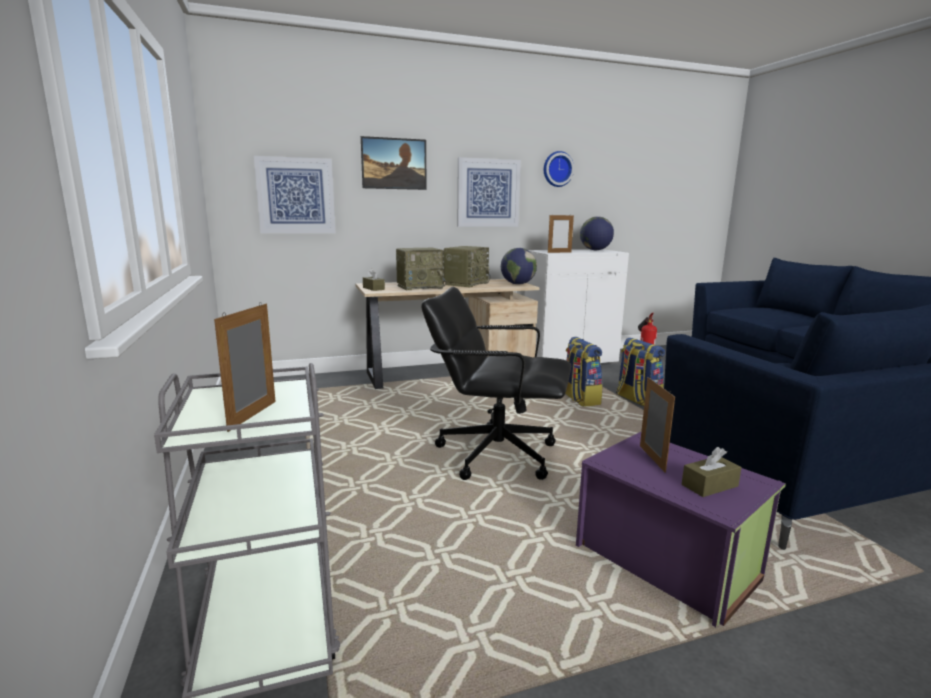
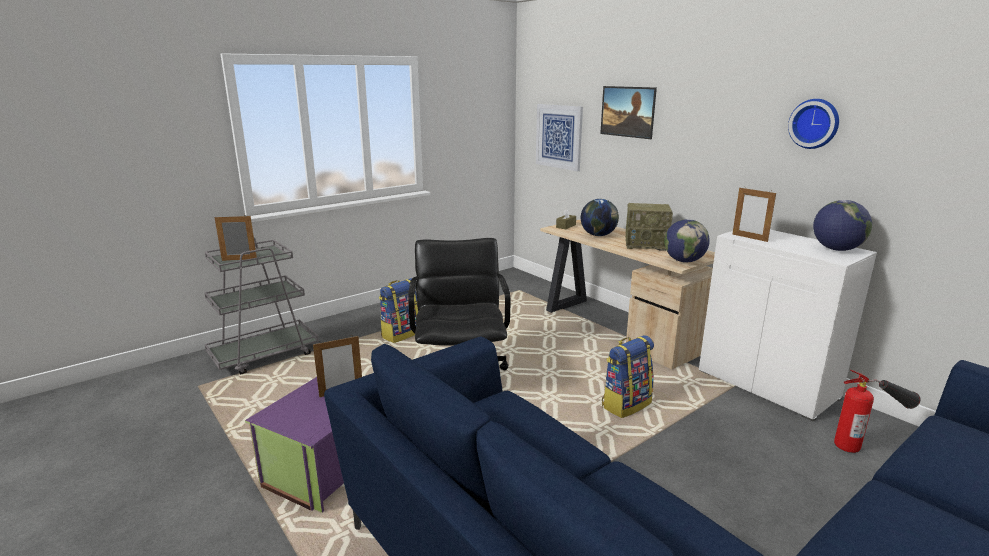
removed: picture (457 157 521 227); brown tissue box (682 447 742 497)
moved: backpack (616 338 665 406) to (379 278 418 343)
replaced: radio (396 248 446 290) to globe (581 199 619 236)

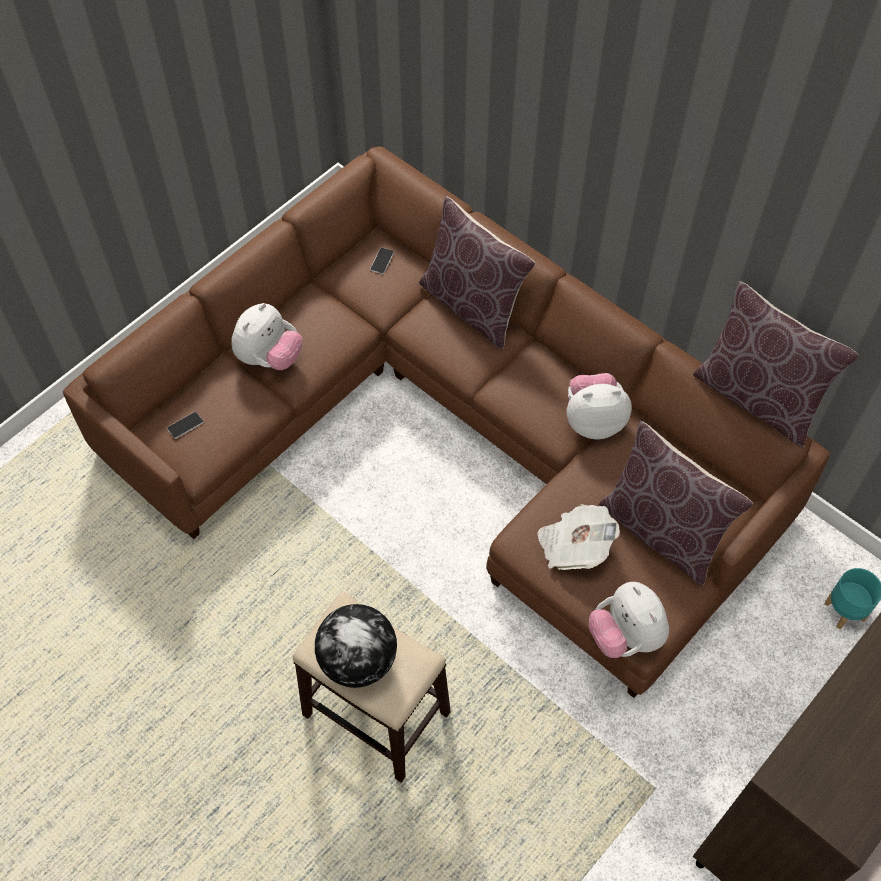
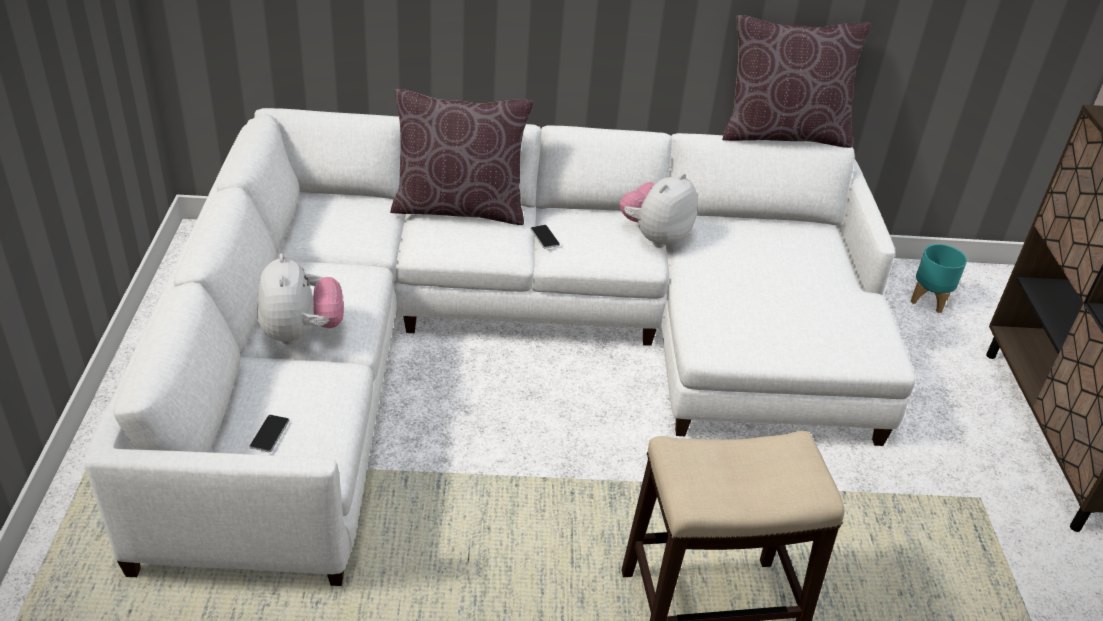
removed: globe (315 604 397 688); newspaper (537 504 620 570); plush toy (589 582 669 658); brown pillow (599 421 753 586)
moved: phone (370 248 394 274) to (531 225 560 249)
recoloured: brown sofa (63 146 830 698) to white sofa (85 108 916 586)

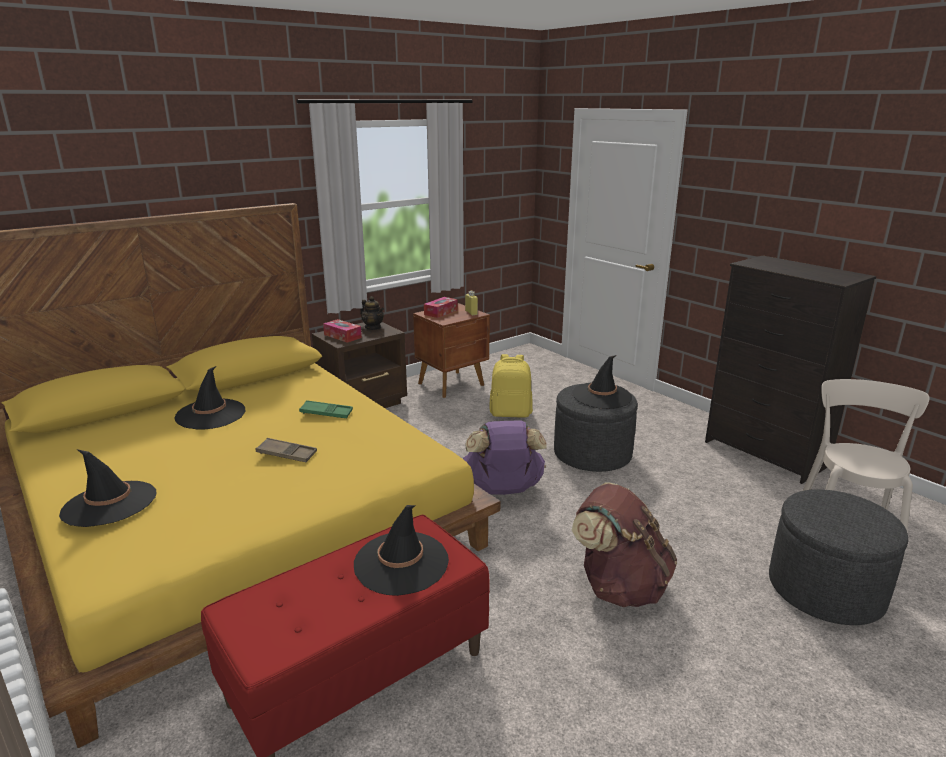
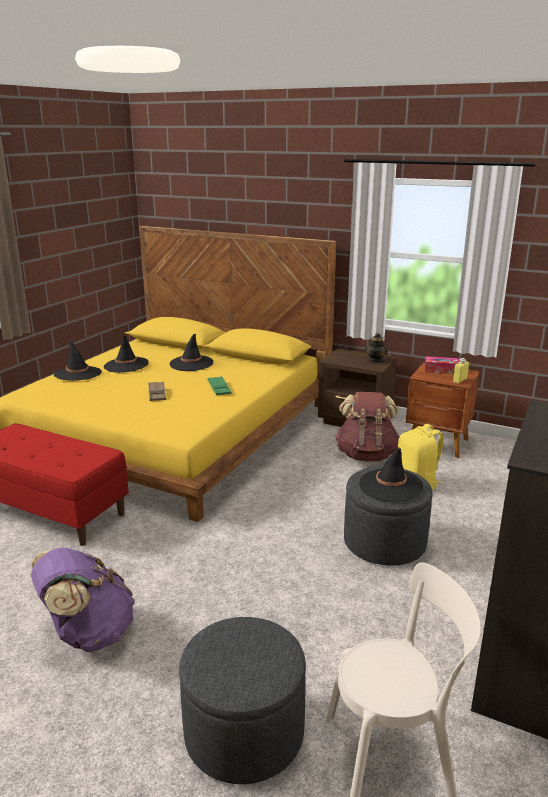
removed: tissue box (323 319 362 343)
moved: purple backpack (463 420 547 495) to (31 548 135 652); black hat (354 505 449 596) to (104 336 149 373); brown backpack (572 483 677 607) to (335 392 399 461)

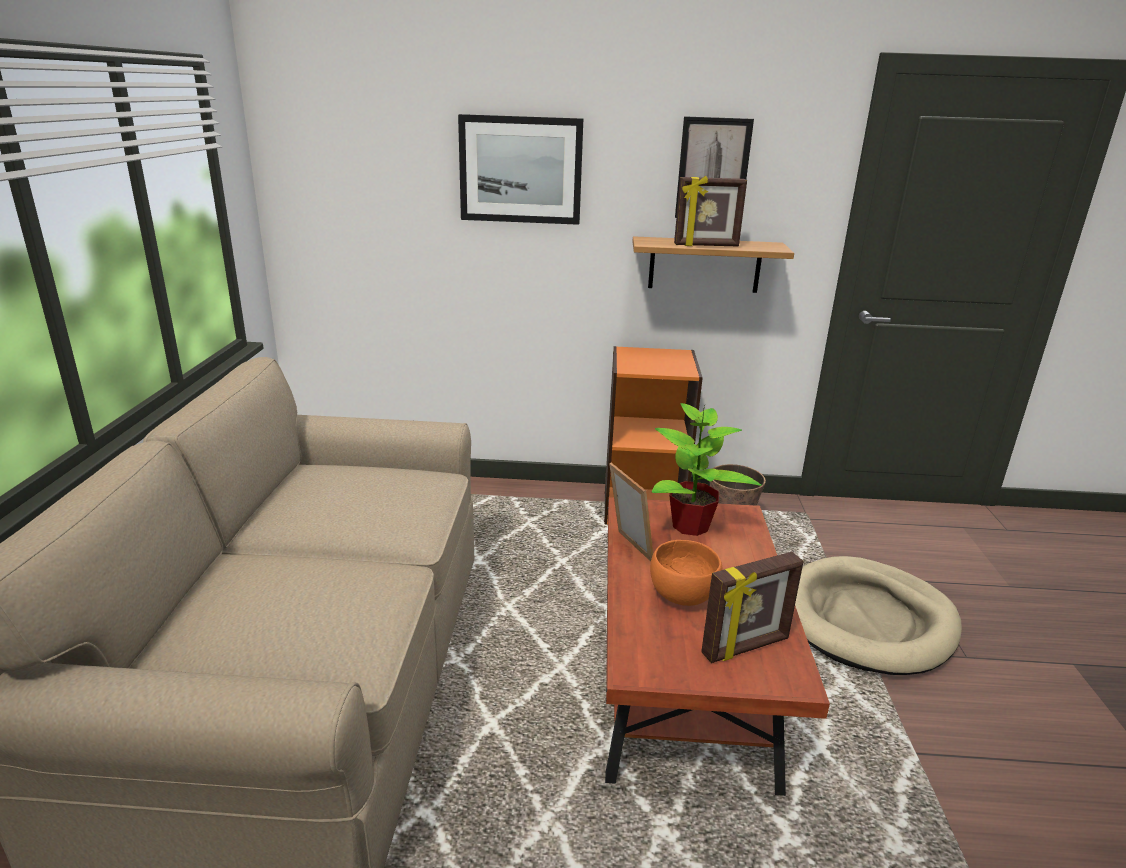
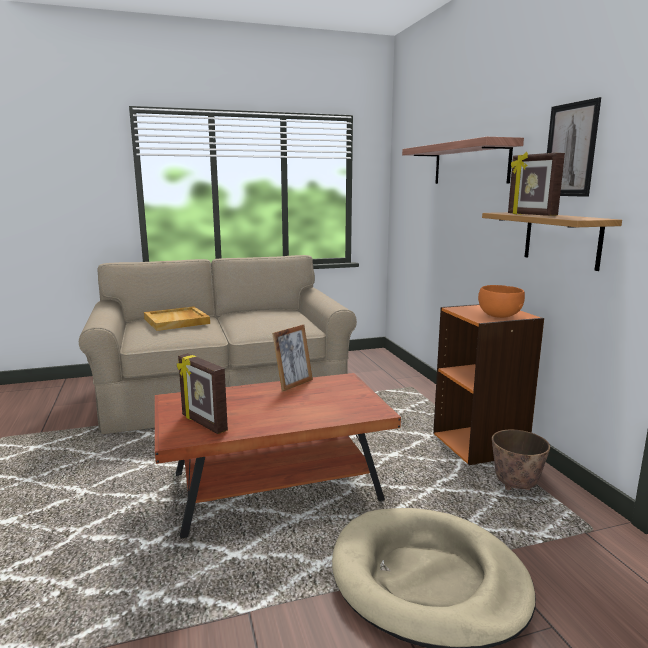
removed: potted plant (652 403 762 536)
added: beige tray (144 306 210 331)
moved: orange bowl (650 540 723 606) to (478 285 525 318)
replaced: picture (458 114 583 225) to shelf (402 137 524 184)

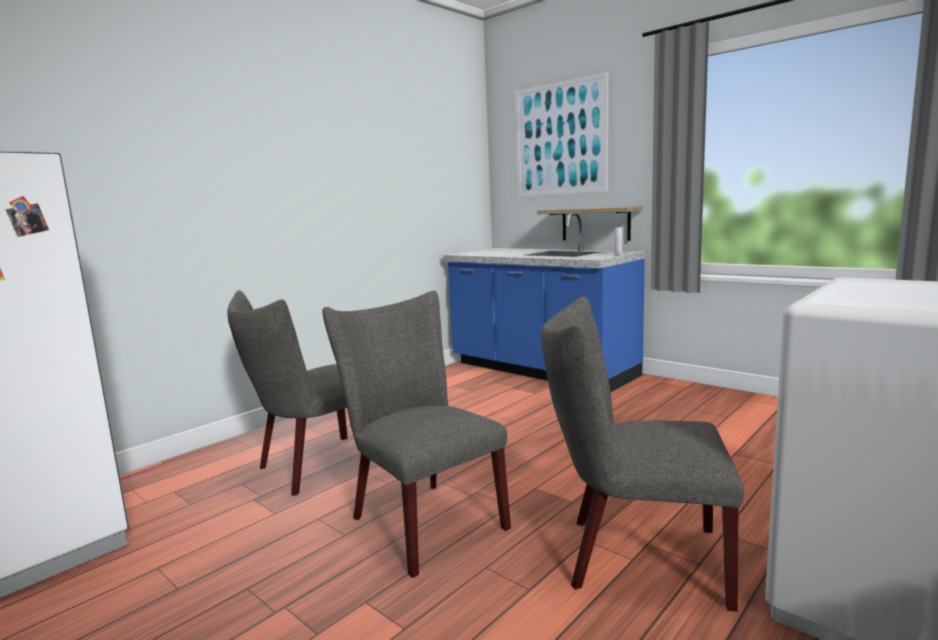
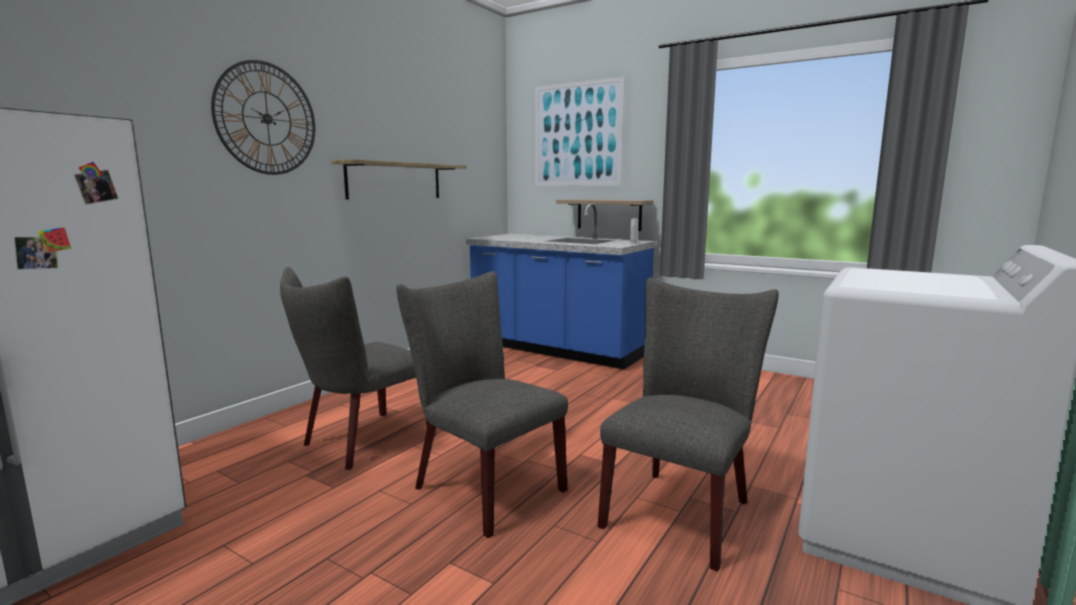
added: wall clock (211 60 315 175); shelf (331 159 467 200)
turned: grey chair (541 296 744 612) = (598 278 779 572) 120 degrees clockwise

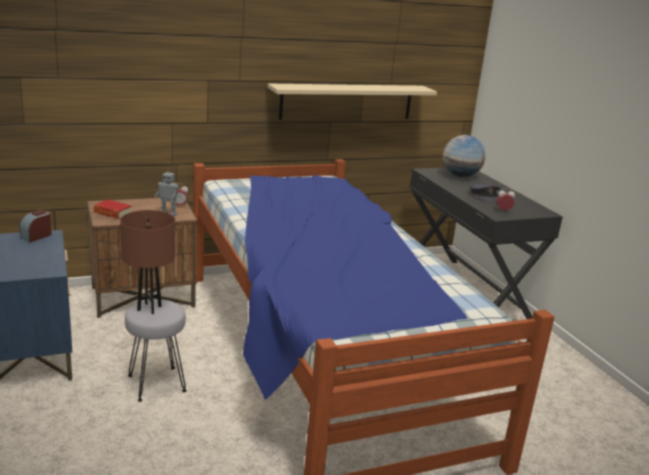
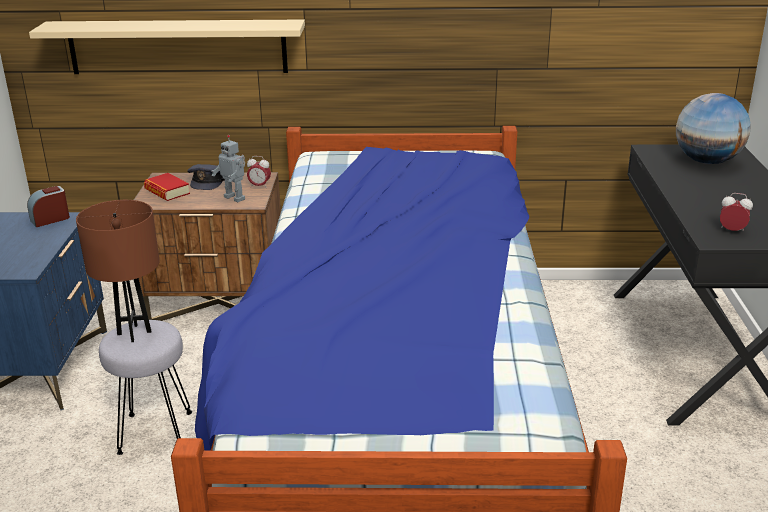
moved: beige shelf (268 84 437 120) to (29 19 305 74); grey cap (470 185 501 201) to (187 164 225 190)

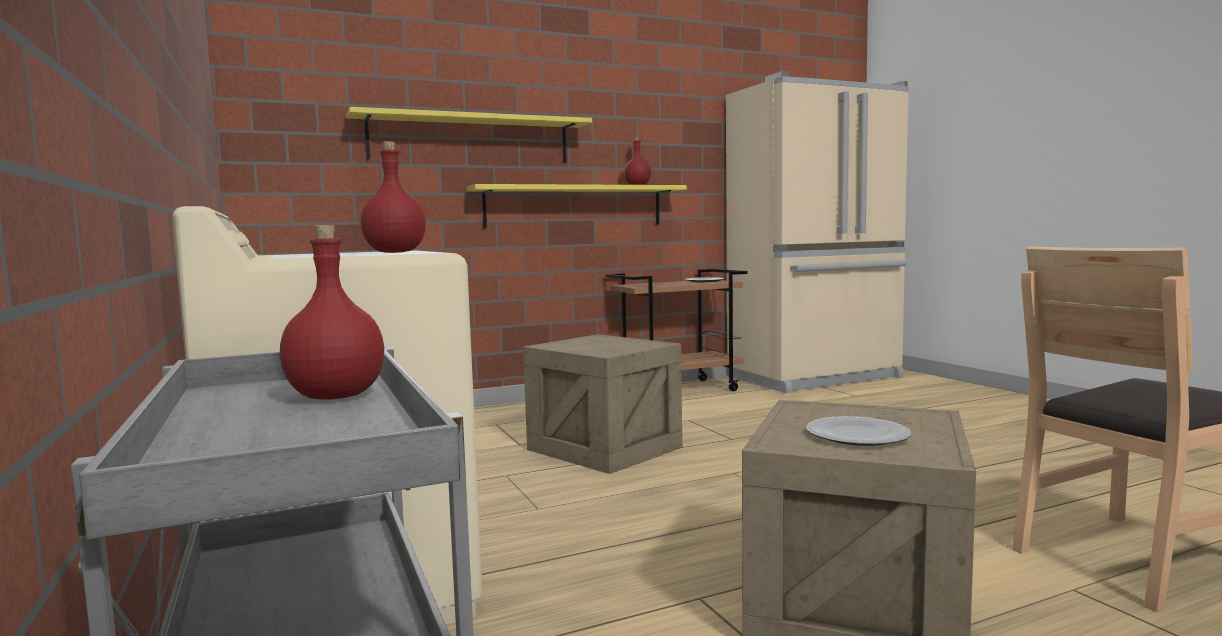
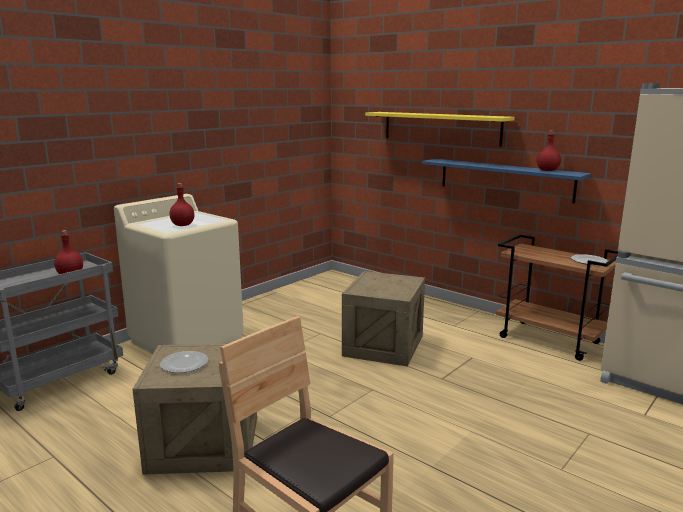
recoloured: yellow shelf (466 184 687 228) to blue shelf (422 159 591 203)

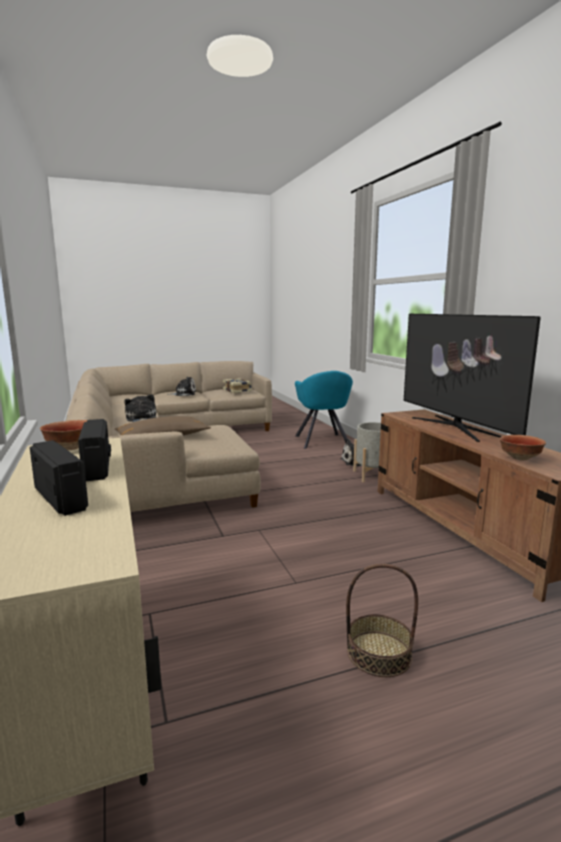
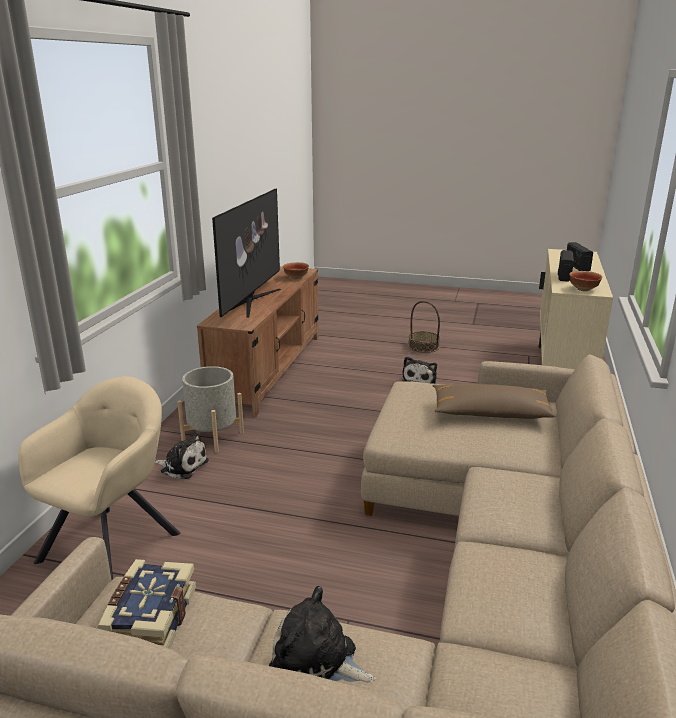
moved: plush toy (124 394 156 422) to (402 356 437 384)
recoloured: turquoise armchair (295 371 353 449) to beige armchair (18 376 180 580)

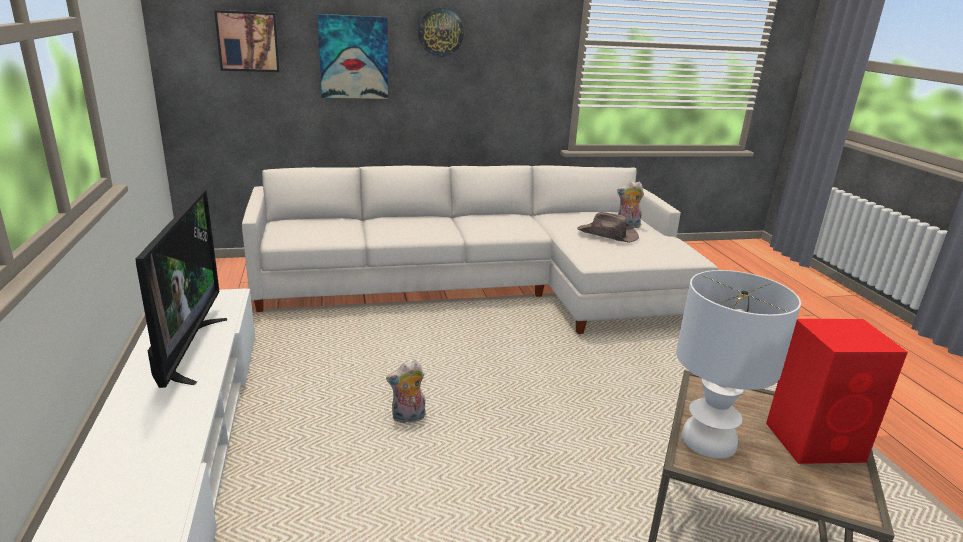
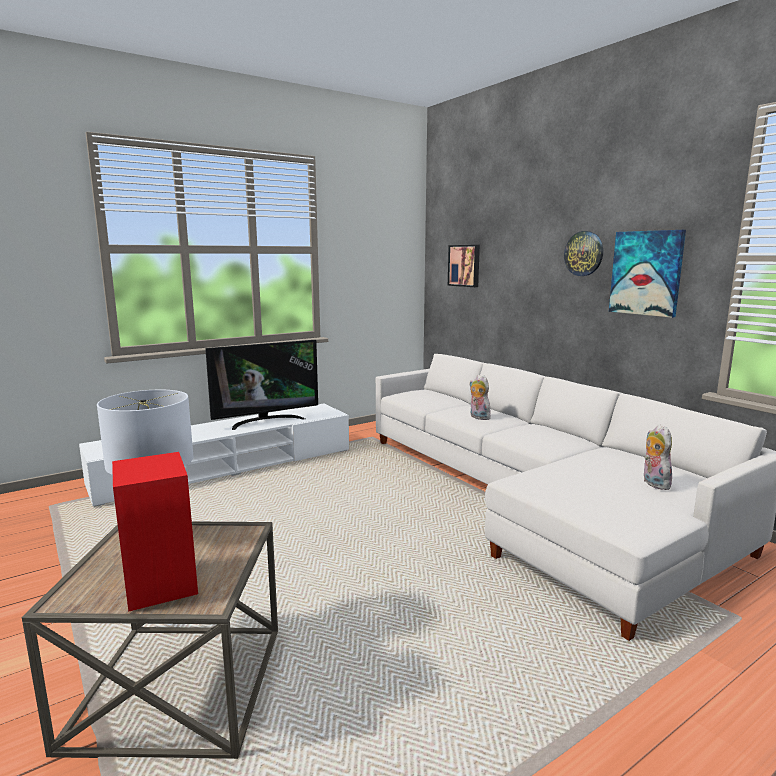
removed: brown hat (577 212 639 243)
moved: plush toy (386 361 426 423) to (469 375 491 420); picture (318 14 388 99) to (609 230 686 318)

